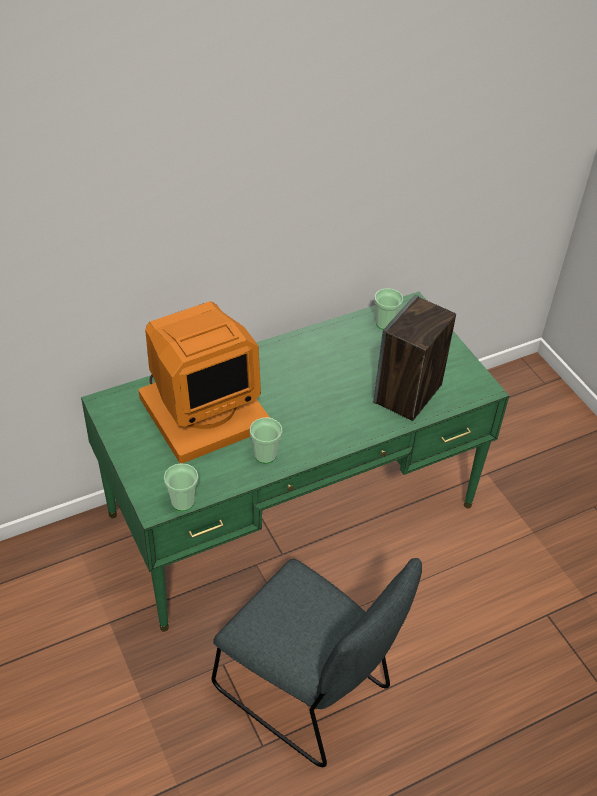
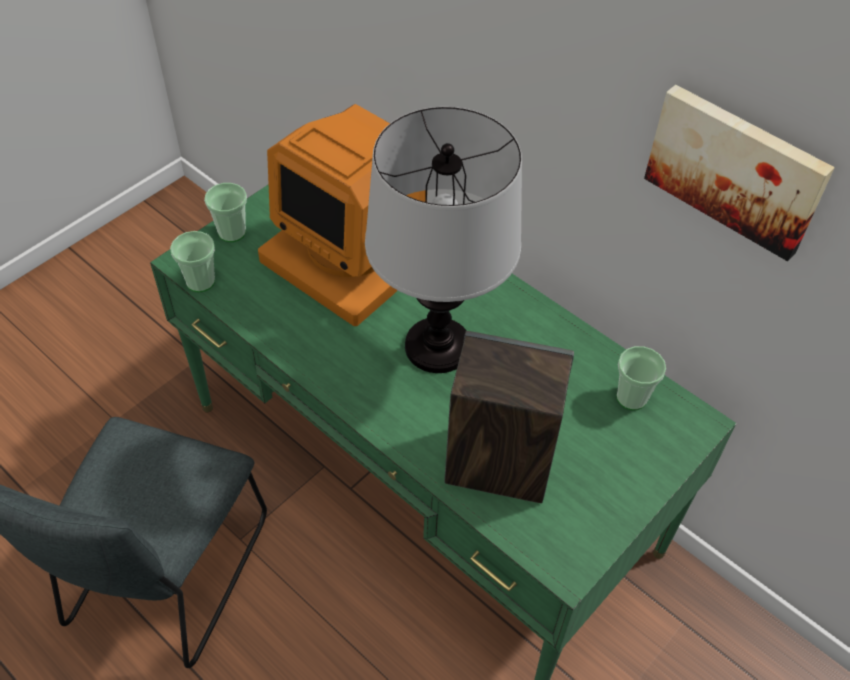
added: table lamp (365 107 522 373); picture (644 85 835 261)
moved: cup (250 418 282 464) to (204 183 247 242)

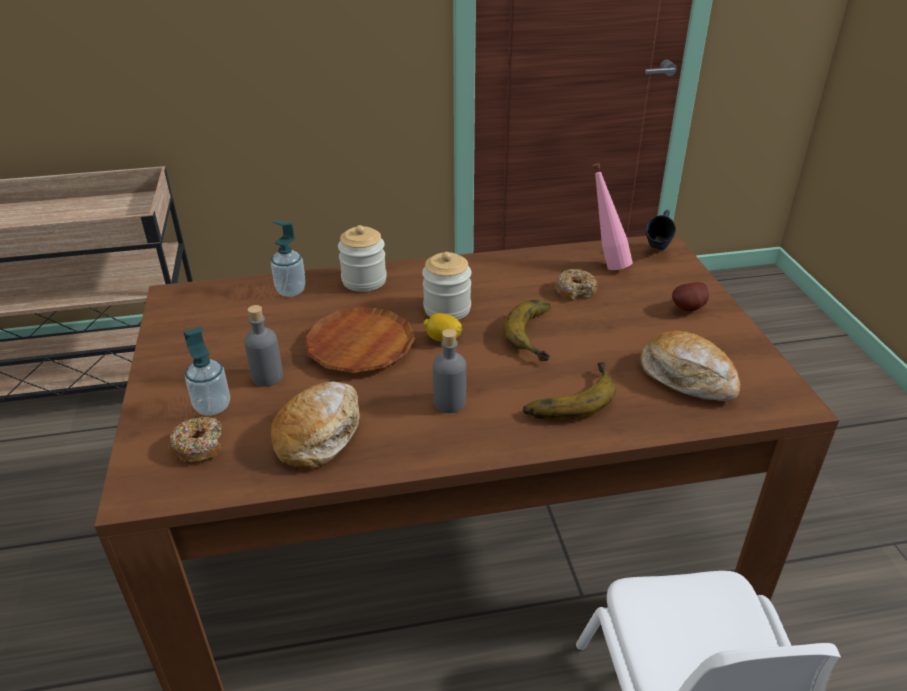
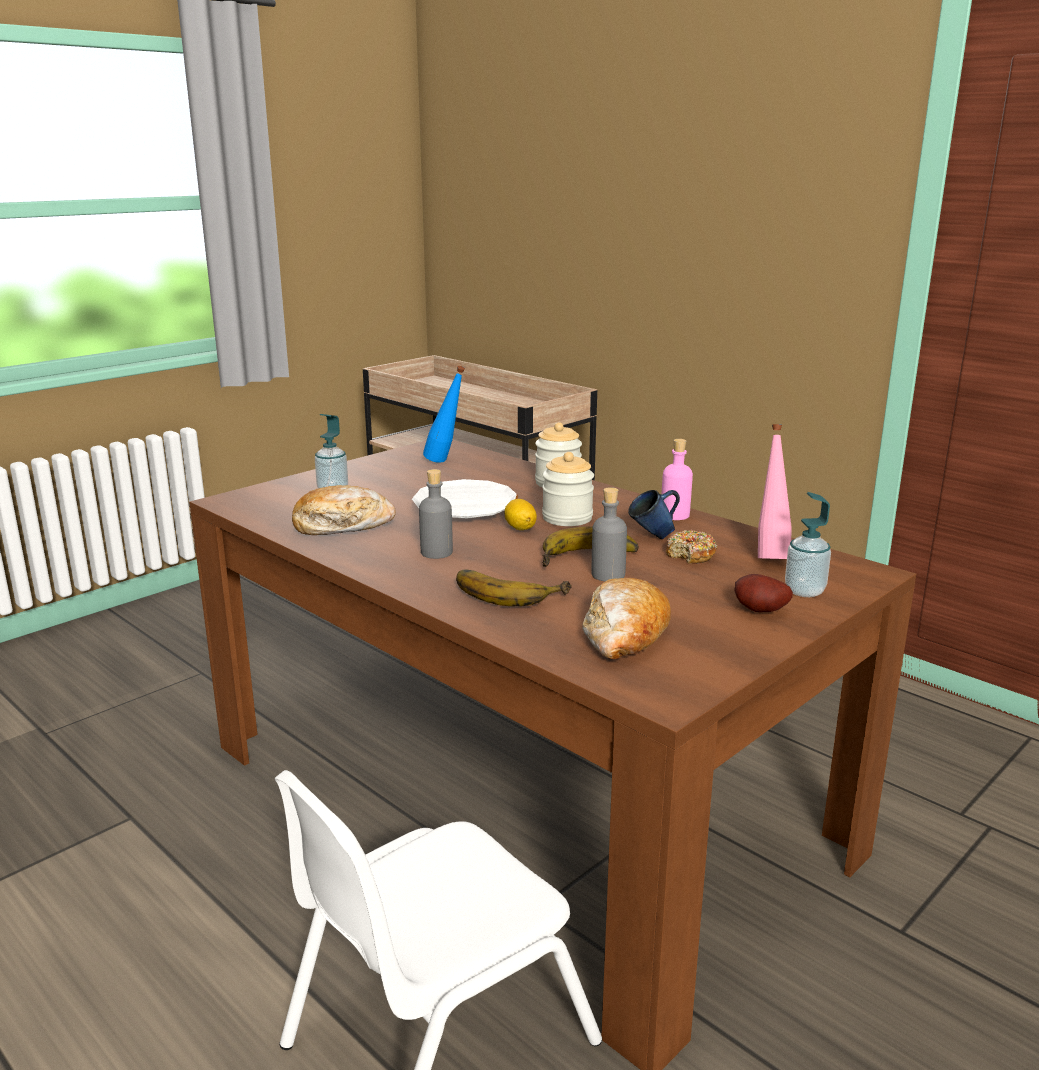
removed: donut (169 417 222 463)
added: blue bottle (423 366 465 463); pink bottle (661 439 693 520)
moved: grey bottle (244 305 283 387) to (592 487 627 581); blue mug (645 210 676 250) to (628 490 680 539); soap dispenser (271 220 306 297) to (785 492 831 597)
recoloured: brown plate (304 307 415 374) to white plate (412 479 519 519)

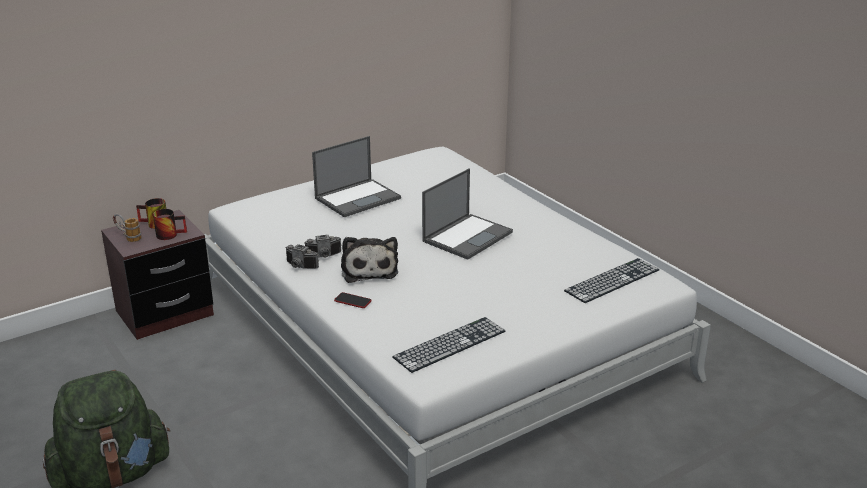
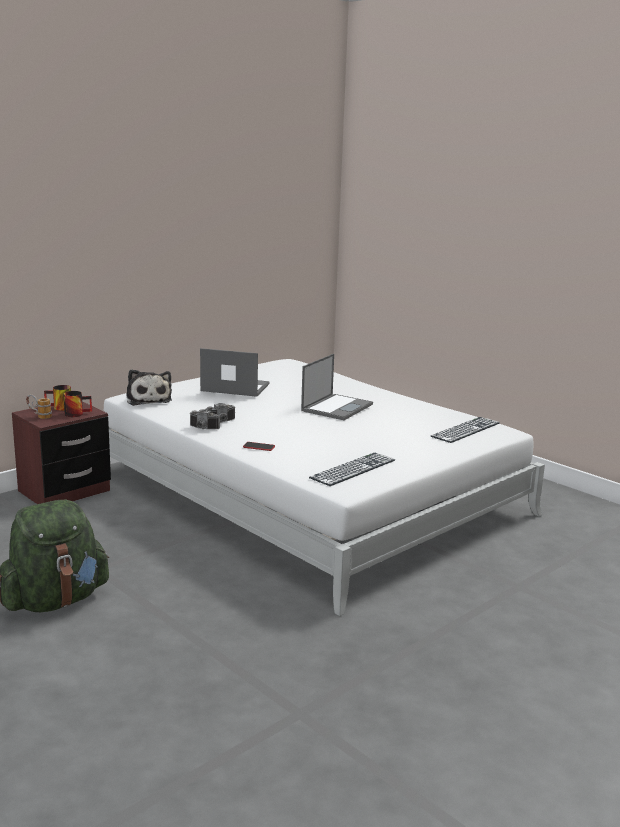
moved: plush toy (341 237 398 283) to (127 369 172 406)
turned: laptop (312 136 401 217) = (200 348 269 397) 120 degrees counterclockwise

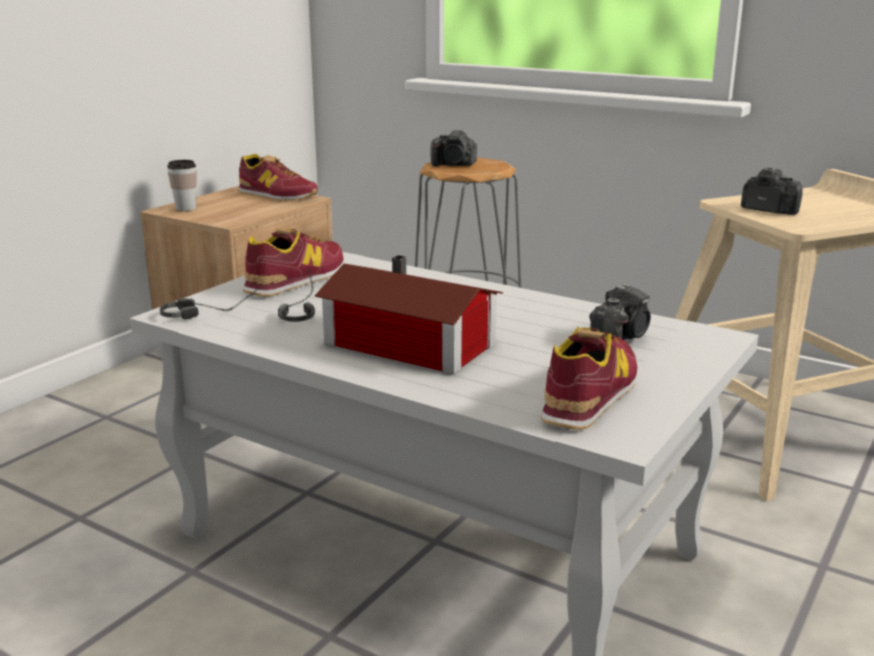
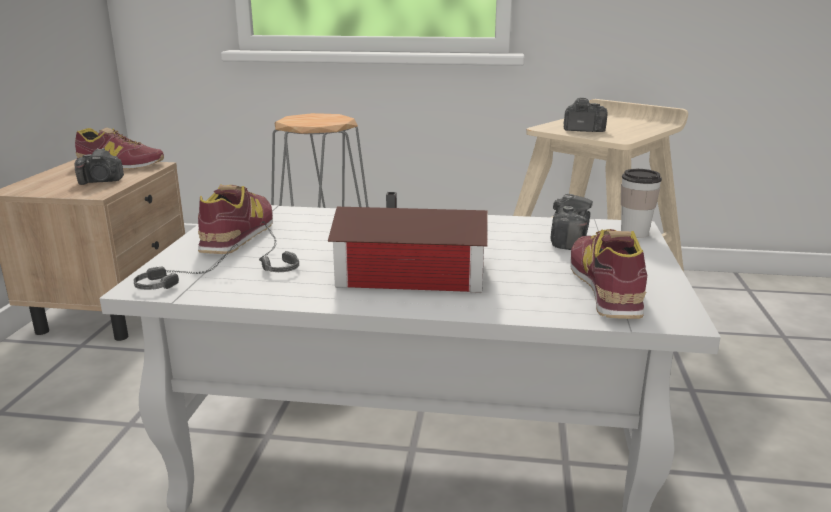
moved: photo camera (430 129 477 166) to (75 148 124 185); cup (167 160 197 211) to (621 169 662 238)

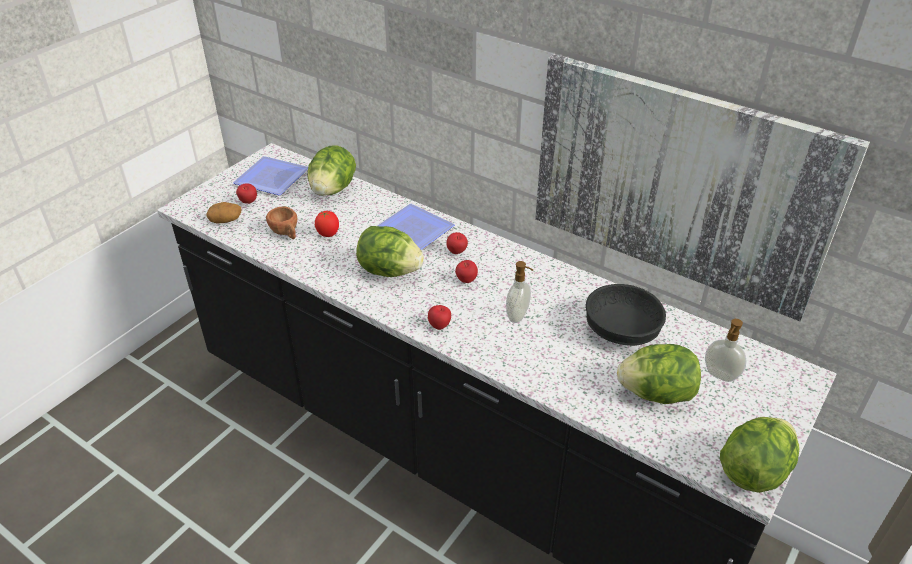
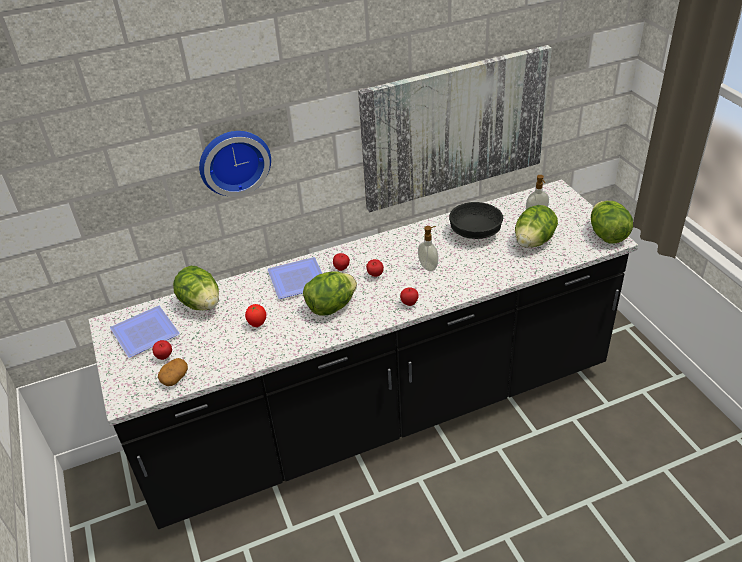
removed: brown cup (266 207 297 239)
added: wall clock (199 131 271 197)

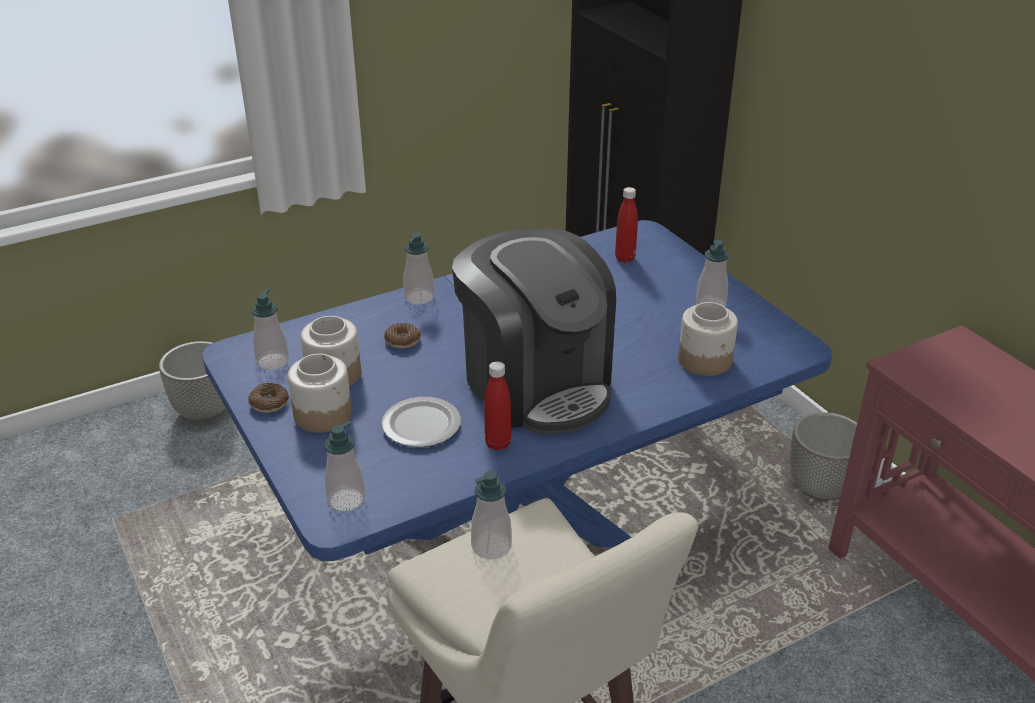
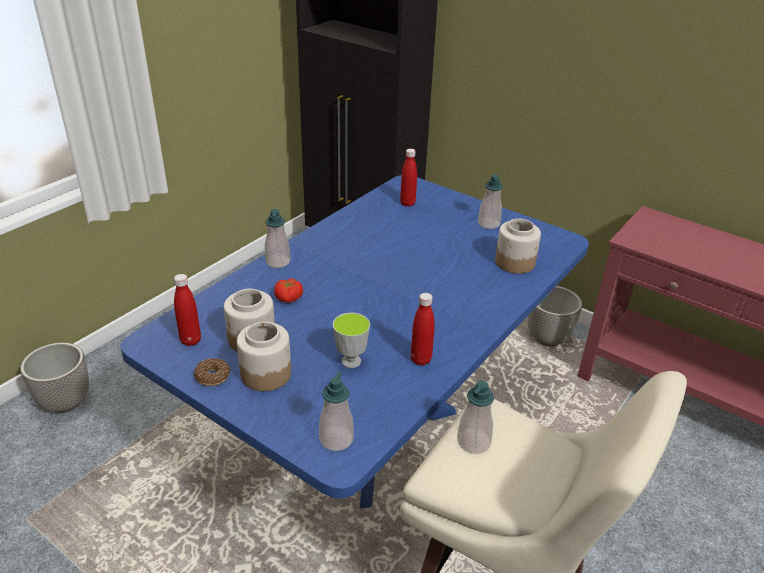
removed: coffee machine (452 228 616 434)
replaced: soap dispenser (251 289 289 370) to red bottle (174 274 201 346); donut (384 323 421 349) to tomato (274 278 303 303); plate (381 397 461 447) to cup (333 313 370 368)

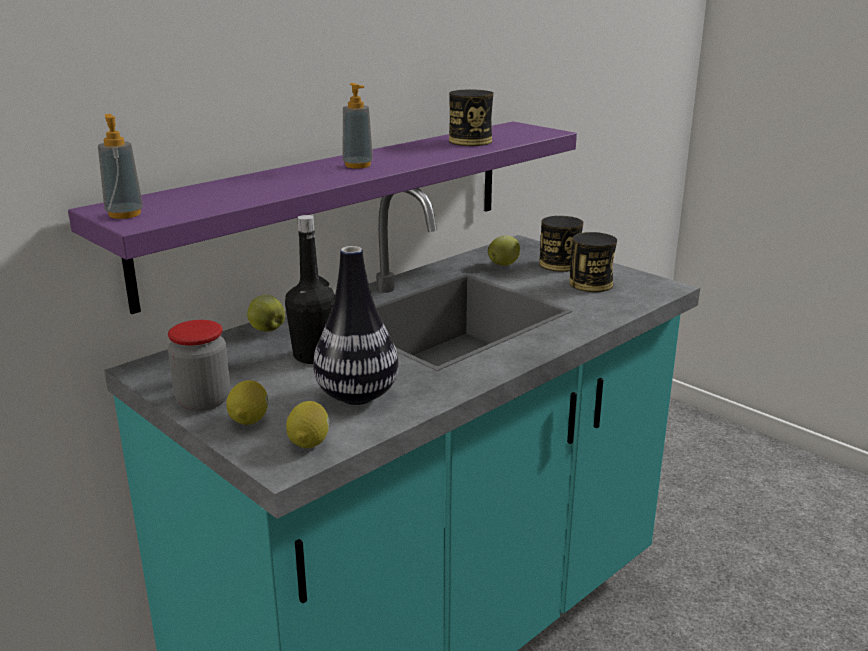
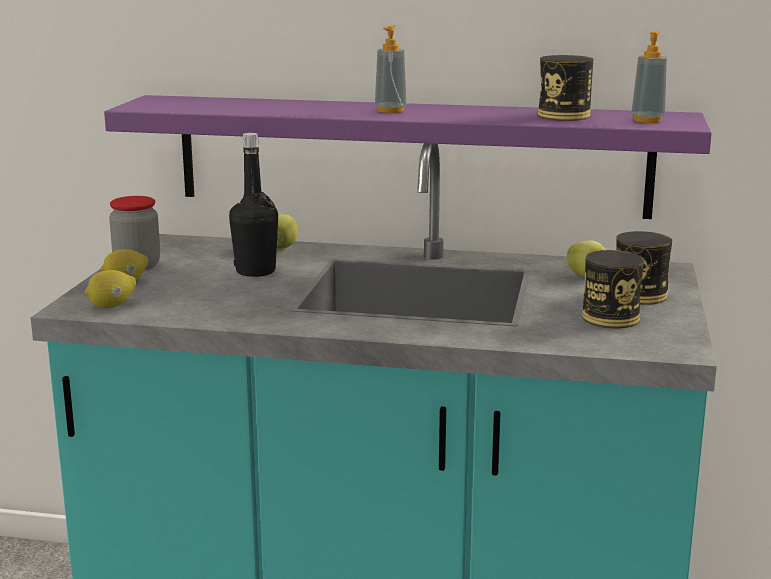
removed: vase (313 246 399 405)
moved: soap dispenser (98 114 143 219) to (631 31 667 123)

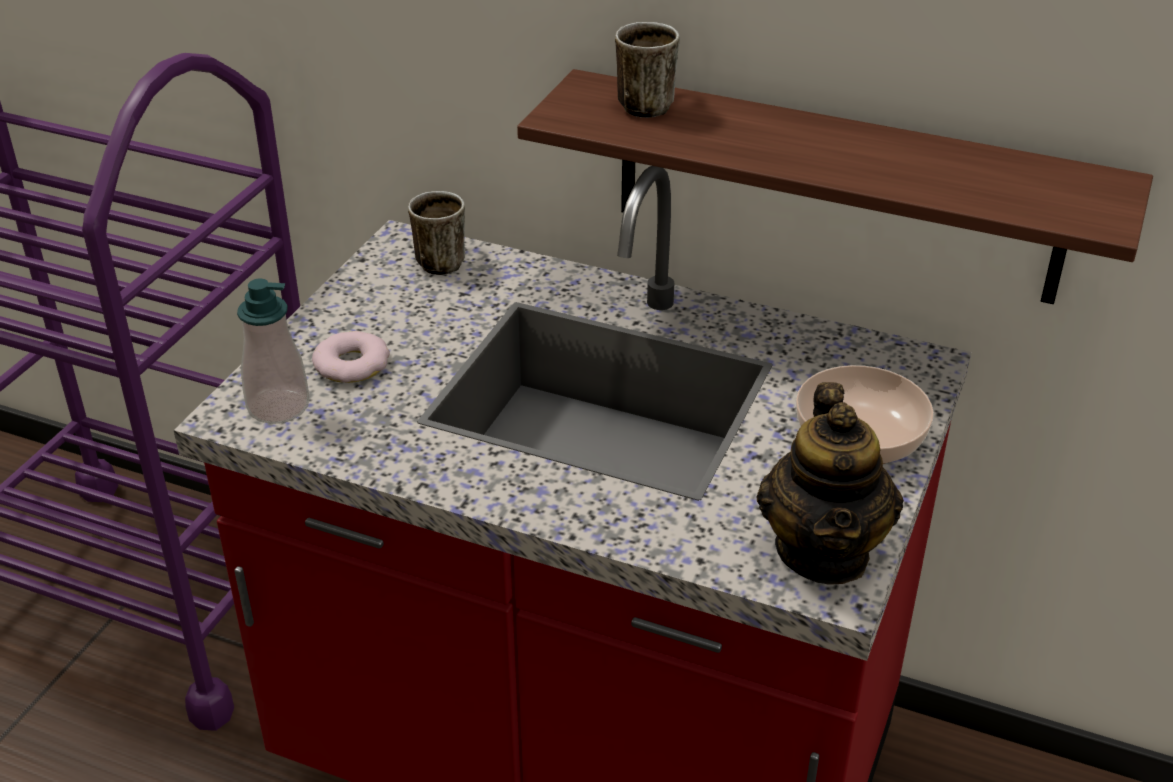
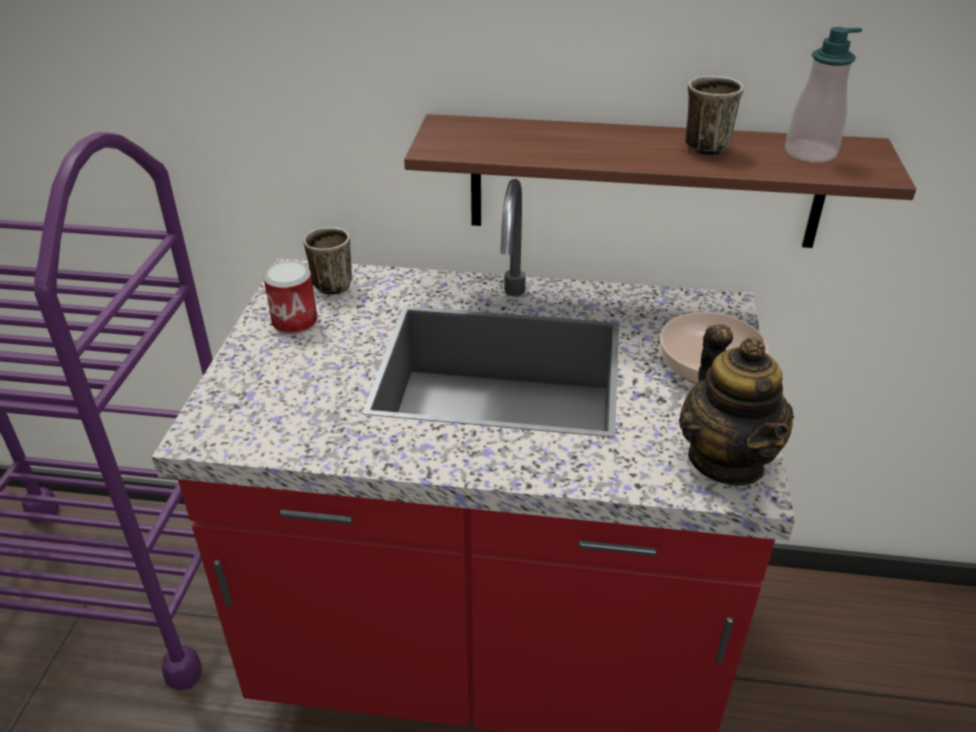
removed: donut (312 331 390 383)
added: can (263 261 317 335)
moved: mug (615 22 679 118) to (685 76 743 156); soap dispenser (237 279 309 424) to (785 27 862 163)

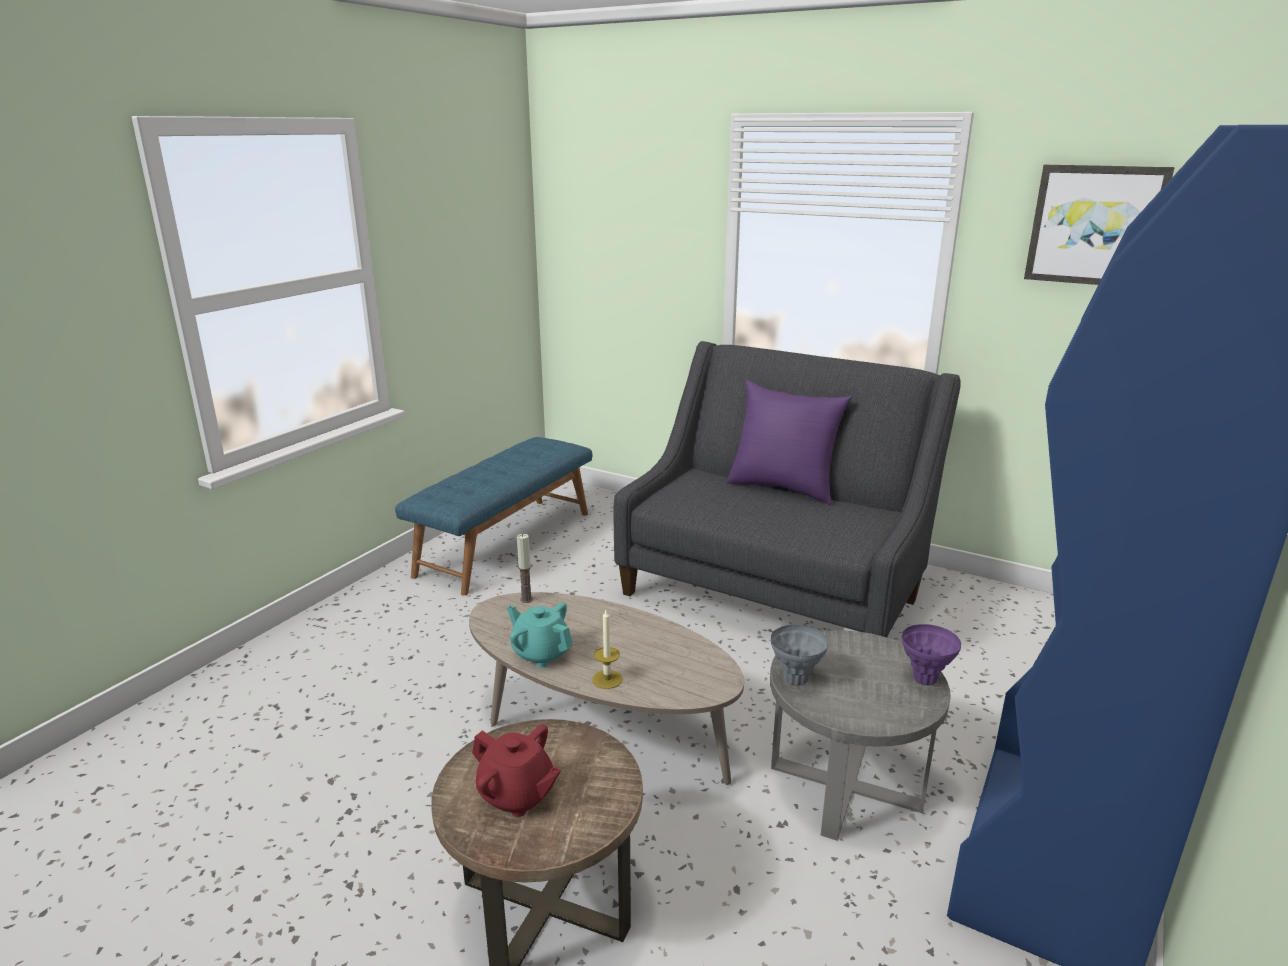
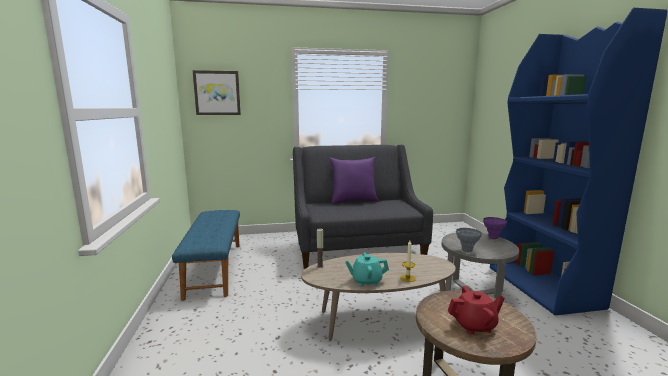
moved: picture (1024 165 1175 285) to (193 70 241 115)

